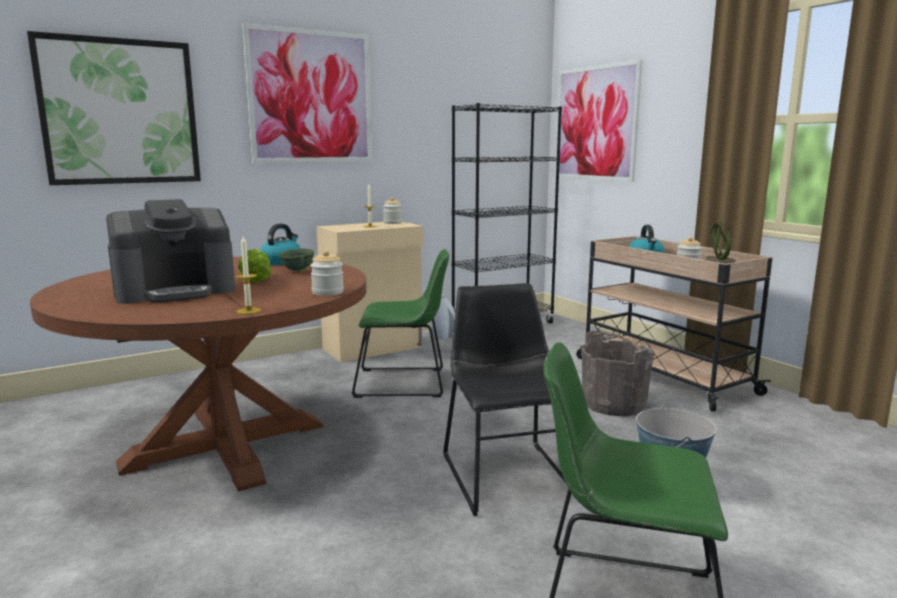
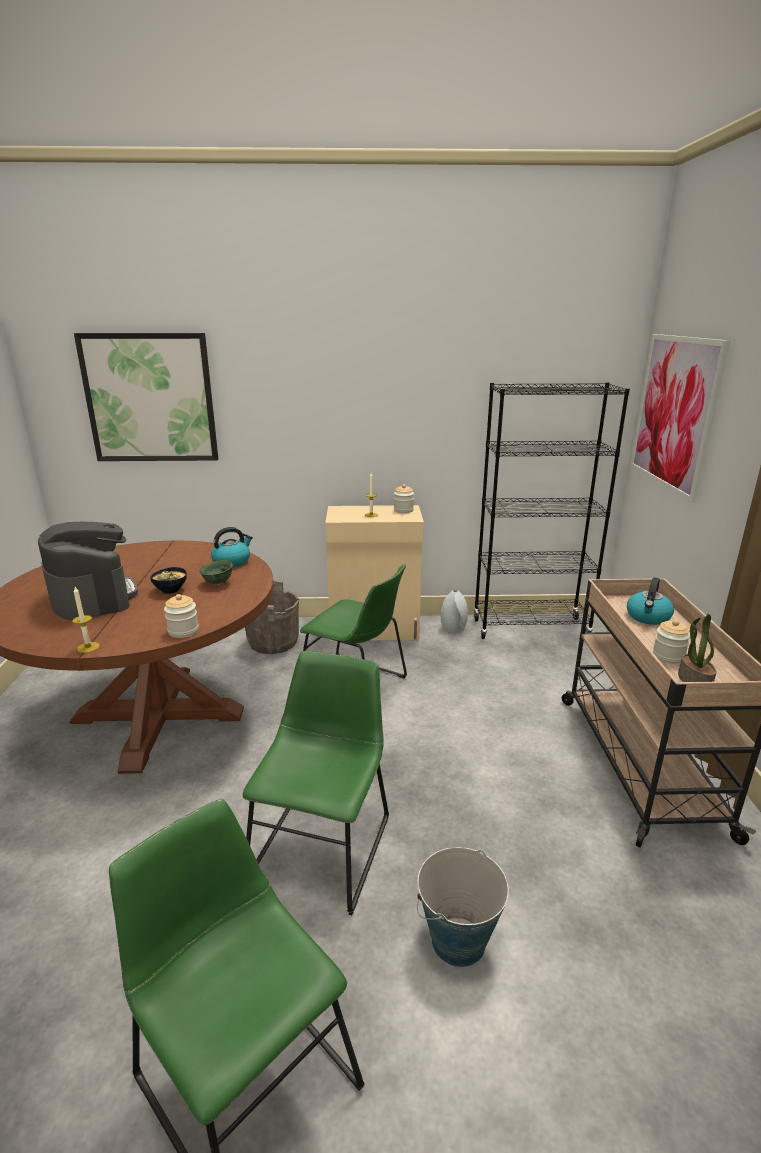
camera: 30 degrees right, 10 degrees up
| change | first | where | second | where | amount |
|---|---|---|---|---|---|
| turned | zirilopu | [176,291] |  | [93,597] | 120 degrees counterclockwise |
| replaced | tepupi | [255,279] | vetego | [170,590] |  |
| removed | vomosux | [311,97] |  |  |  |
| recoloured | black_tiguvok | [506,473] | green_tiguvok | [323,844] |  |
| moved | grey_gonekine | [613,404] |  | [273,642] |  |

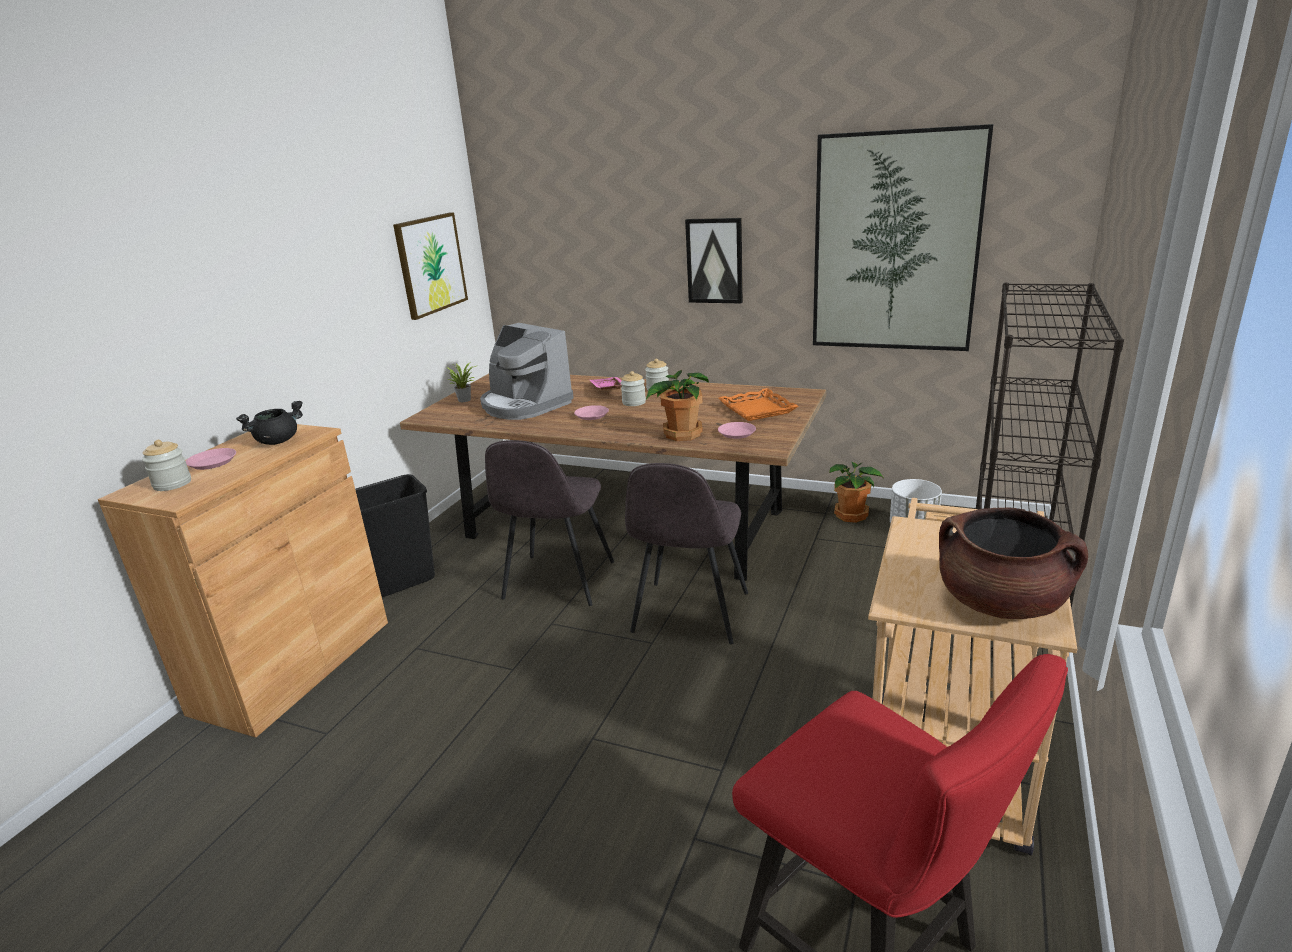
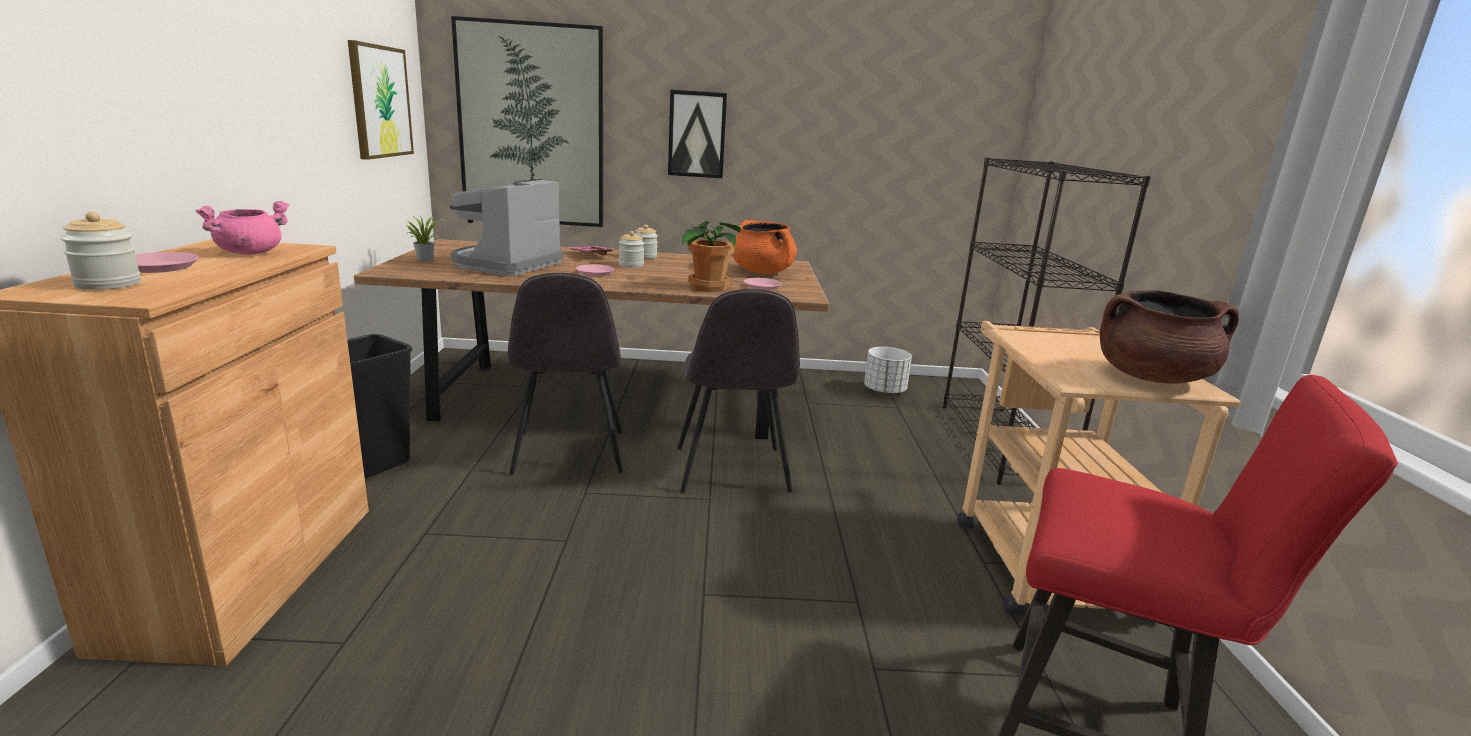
camera: 25 degrees left, 5 degrees down
| change | first | where | second | where | amount |
|---|---|---|---|---|---|
| recoloured | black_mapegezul | [278,441] | pink_mapegezul | [250,253] |  |
| turned | zirilopu | [524,405] |  | [506,264] | 90 degrees clockwise |
| replaced | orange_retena | [758,409] | orange_mapegezul | [762,272] |  |
| moved | vomosux | [895,244] |  | [531,126] |  |
| removed | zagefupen | [852,515] |  |  |  |

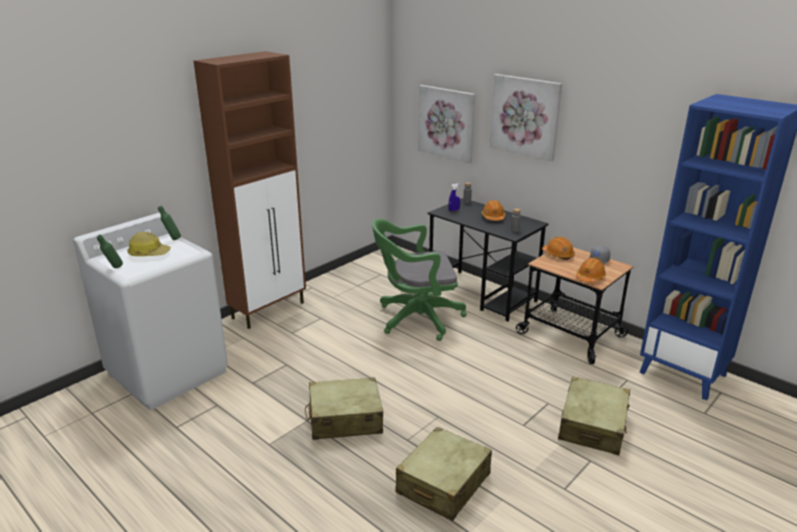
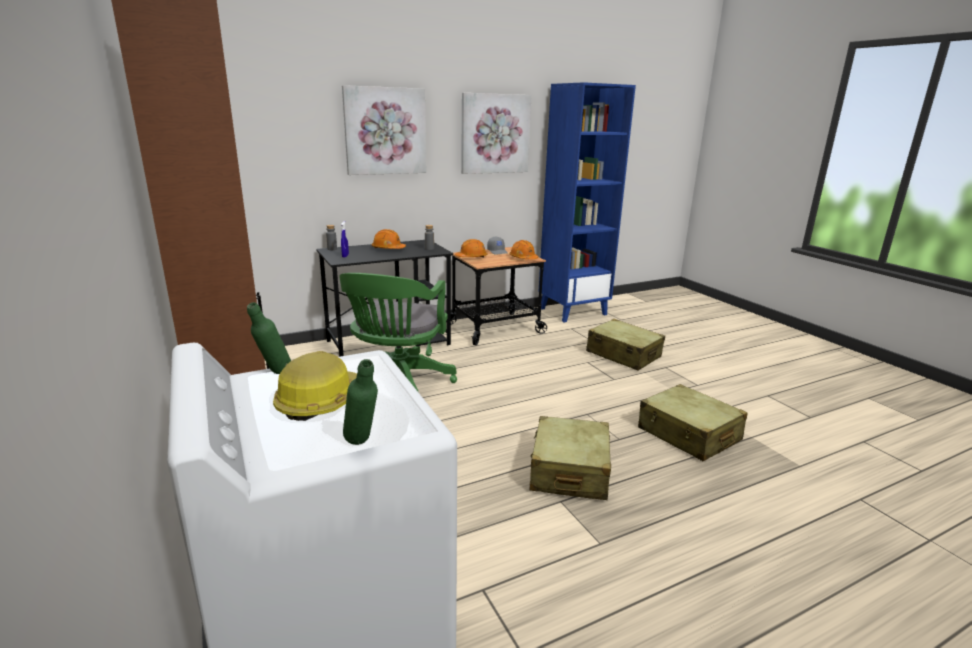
camera: 70 degrees left, 5 degrees down
| change | first | where | second | where | amount |
|---|---|---|---|---|---|
| moved | vomosux | [446,123] |  | [495,134] |  |

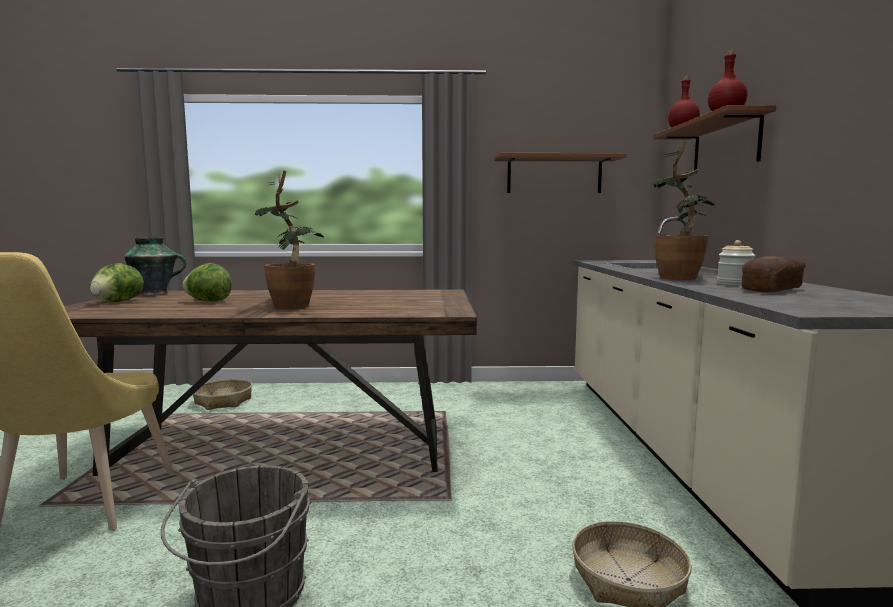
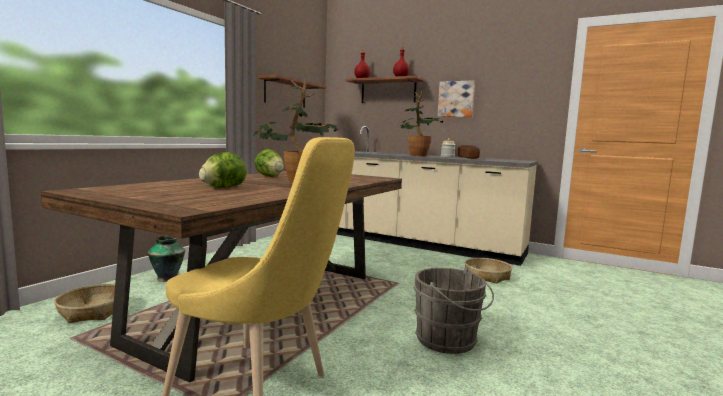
camera: 60 degrees left, 0 degrees up
| change | first | where | second | where | amount |
|---|---|---|---|---|---|
| moved | tepupi | [117,302] |  | [269,176] |  |
| moved | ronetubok | [155,293] |  | [168,278] |  |
| added |  |  | vomosux | [456,99] |  |

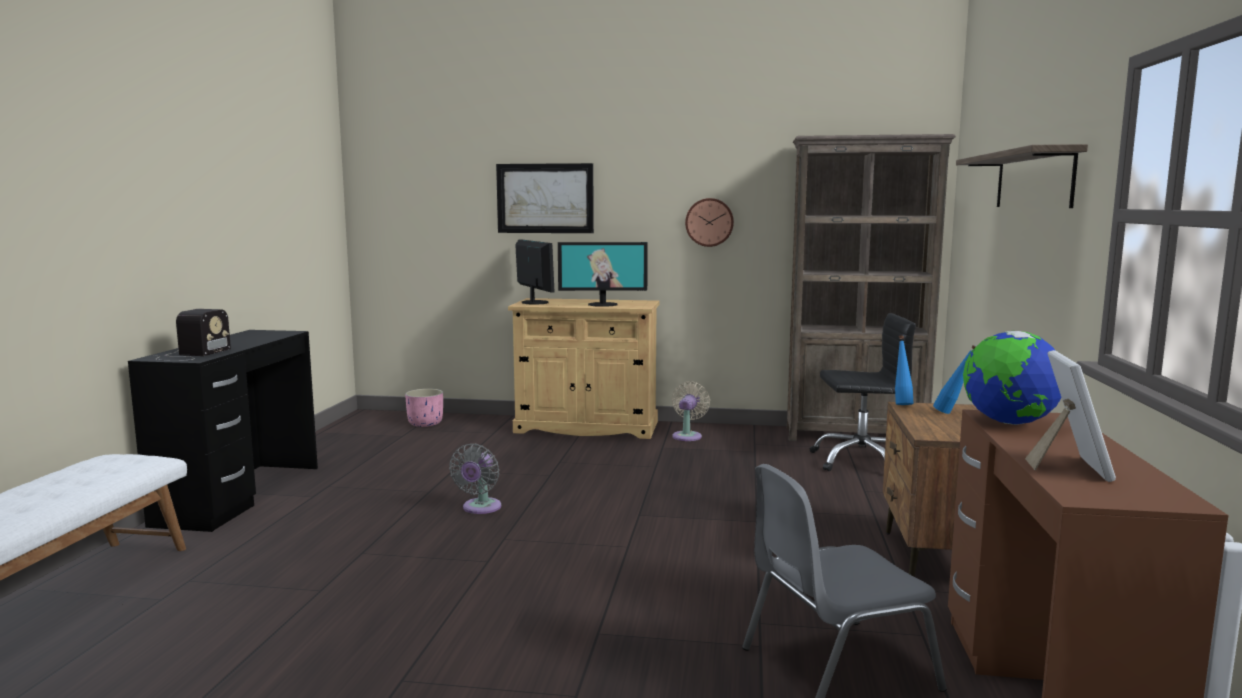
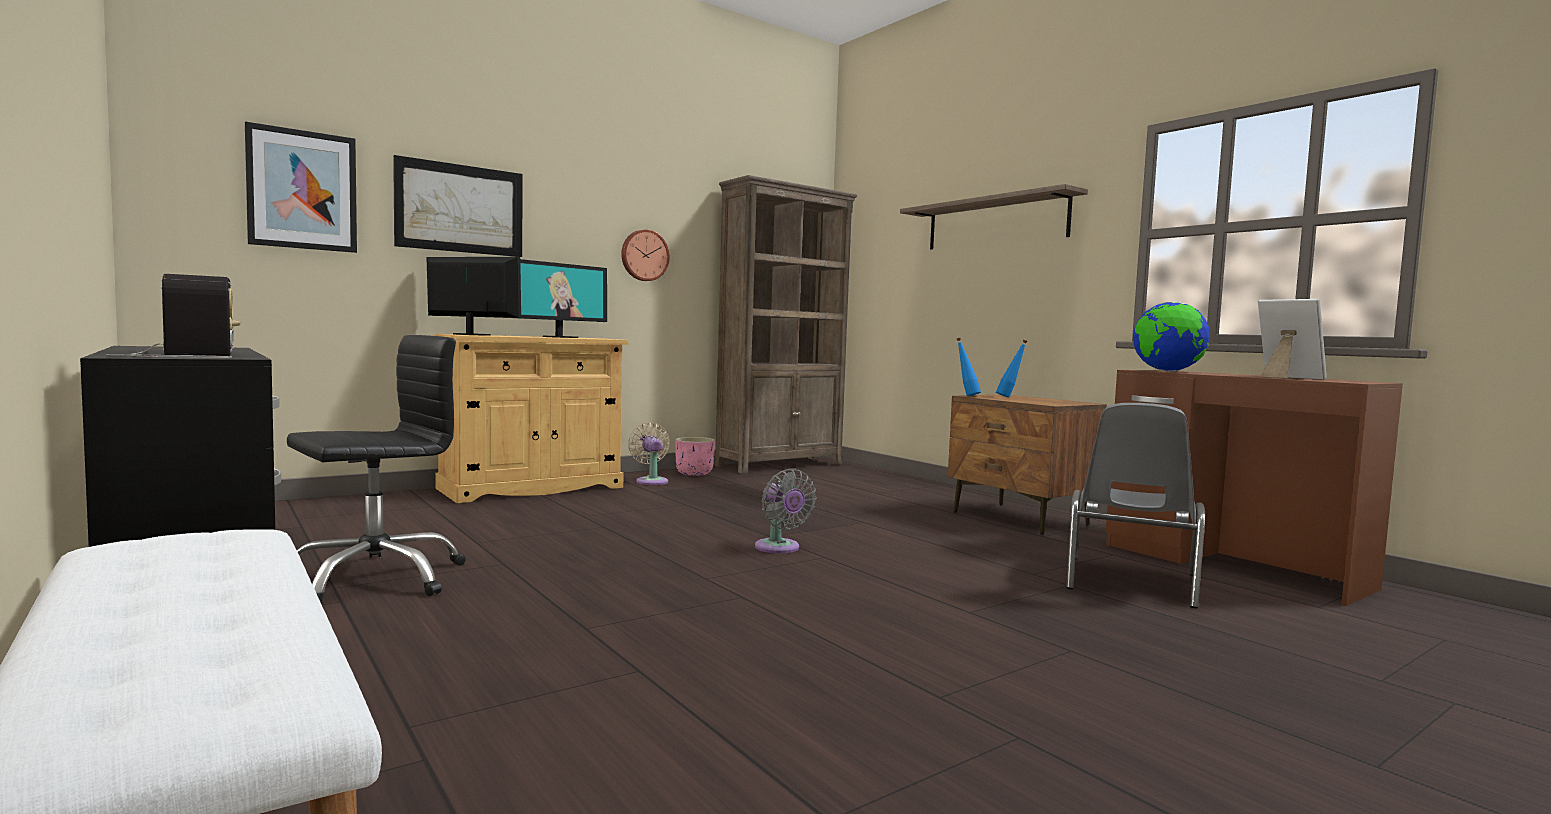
camera: 45 degrees left, 5 degrees down
| change | first | where | second | where | amount |
|---|---|---|---|---|---|
| moved | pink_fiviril | [426,424] |  | [695,473] |  |
| moved | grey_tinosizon | [480,508] |  | [779,548] |  |
| moved | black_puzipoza | [861,461] |  | [375,579] |  |
| added |  |  | vomosux | [302,190] |  |

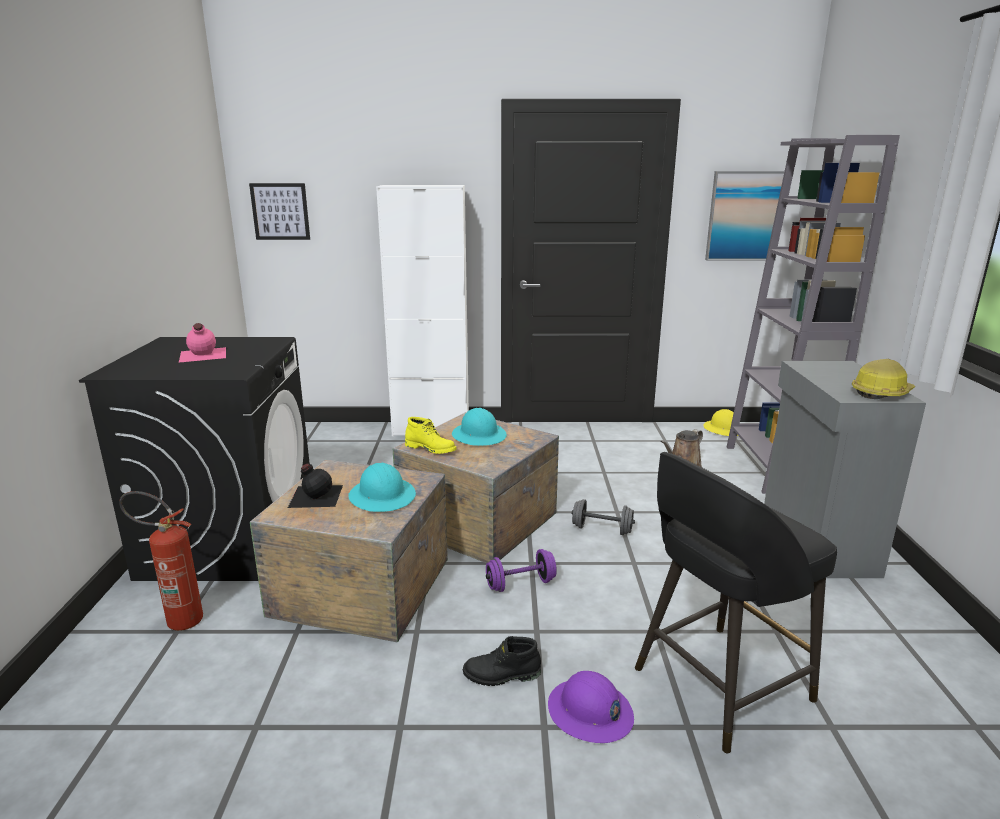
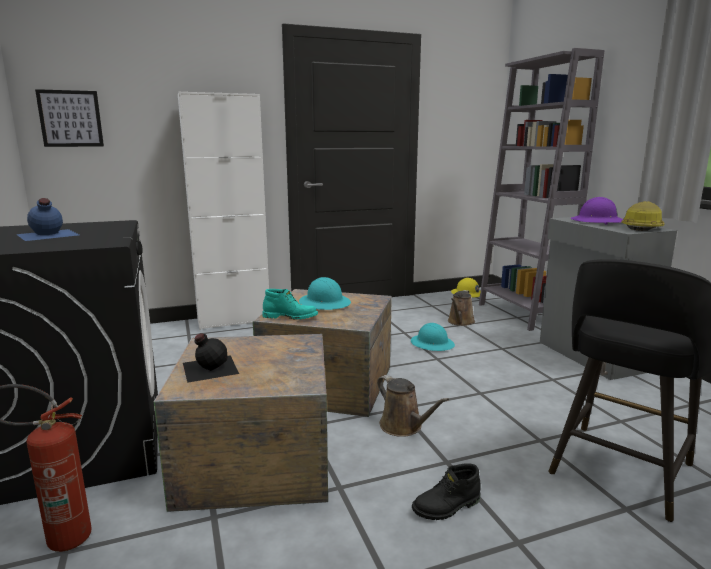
camera: 20 degrees left, 5 degrees down
| change | first | where | second | where | amount |
|---|---|---|---|---|---|
| recoloured | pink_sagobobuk | [202,354] | blue_sagobobuk | [47,235] |  |
| moved | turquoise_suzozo | [382,496] |  | [432,344] |  |
| recoloured | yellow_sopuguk | [431,449] | turquoise_sopuguk | [290,317] |  |
| replaced | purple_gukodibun | [520,584] | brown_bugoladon | [403,427] |  |
| moved | purple_suzozo | [590,713] |  | [597,221] |  |
| removed | grey_gukodibun | [602,529] |  |  |  |
| removed | vomosux | [744,216] |  |  |  |

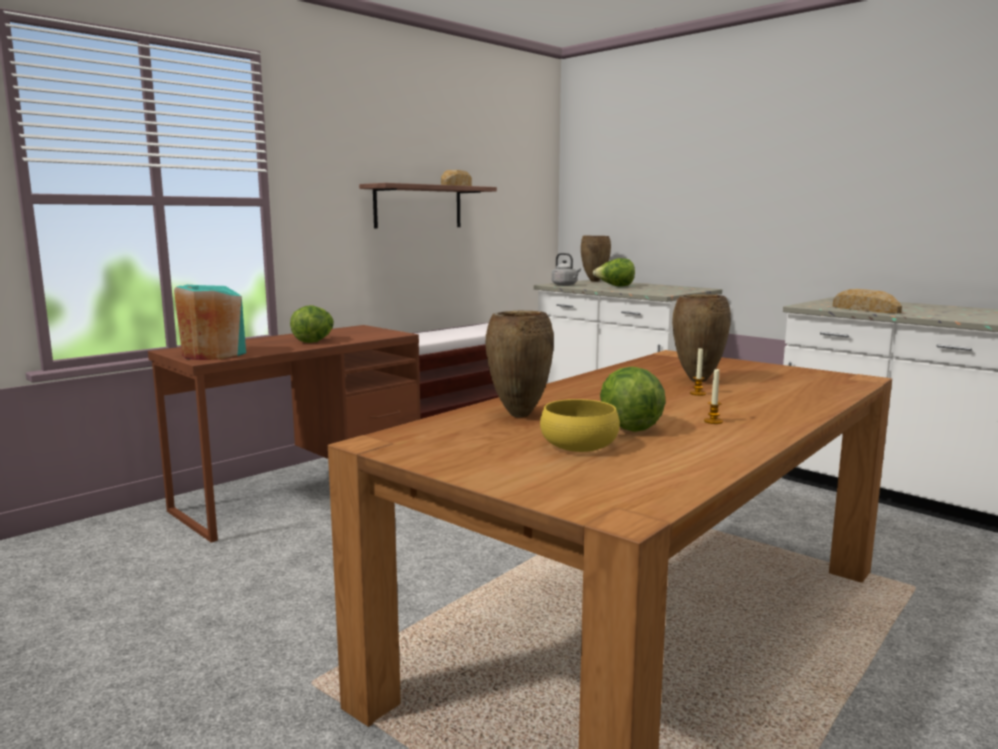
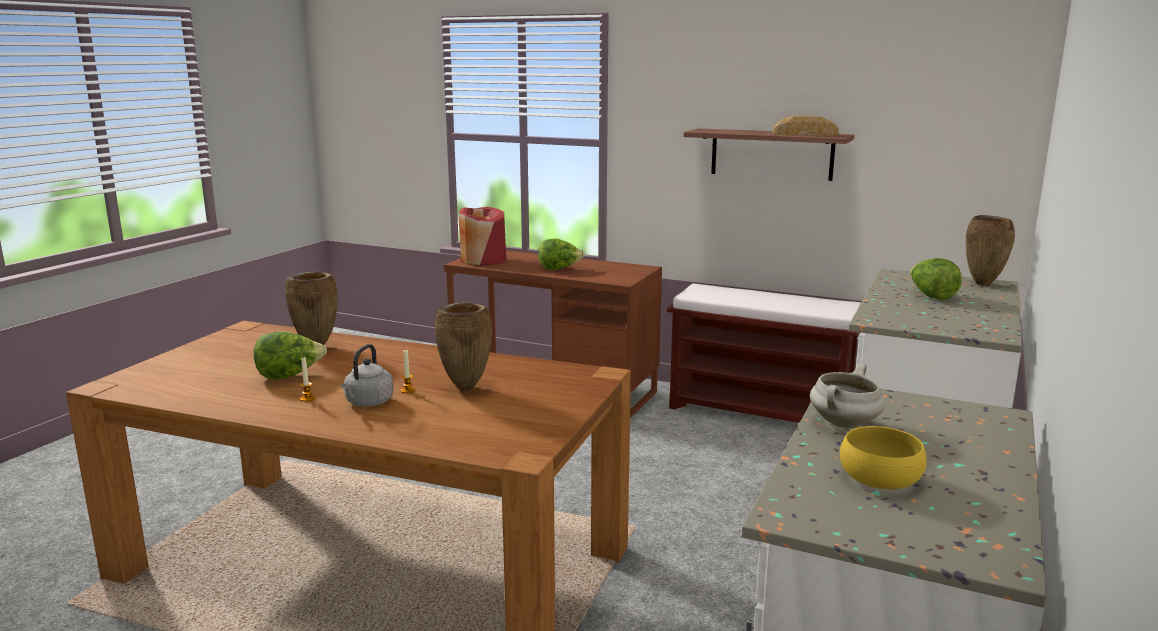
camera: 70 degrees right, 5 degrees up
| change | first | where | second | where | amount |
|---|---|---|---|---|---|
| recoloured | turquoise_ronetubok | [213,354] | red_ronetubok | [482,260] |  |
| moved | yellow_vetego | [578,445] |  | [879,478] |  |
| moved | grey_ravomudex | [565,285] |  | [368,403] |  |
| replaced | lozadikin | [865,309] | white_mapegezul | [844,424] |  |

